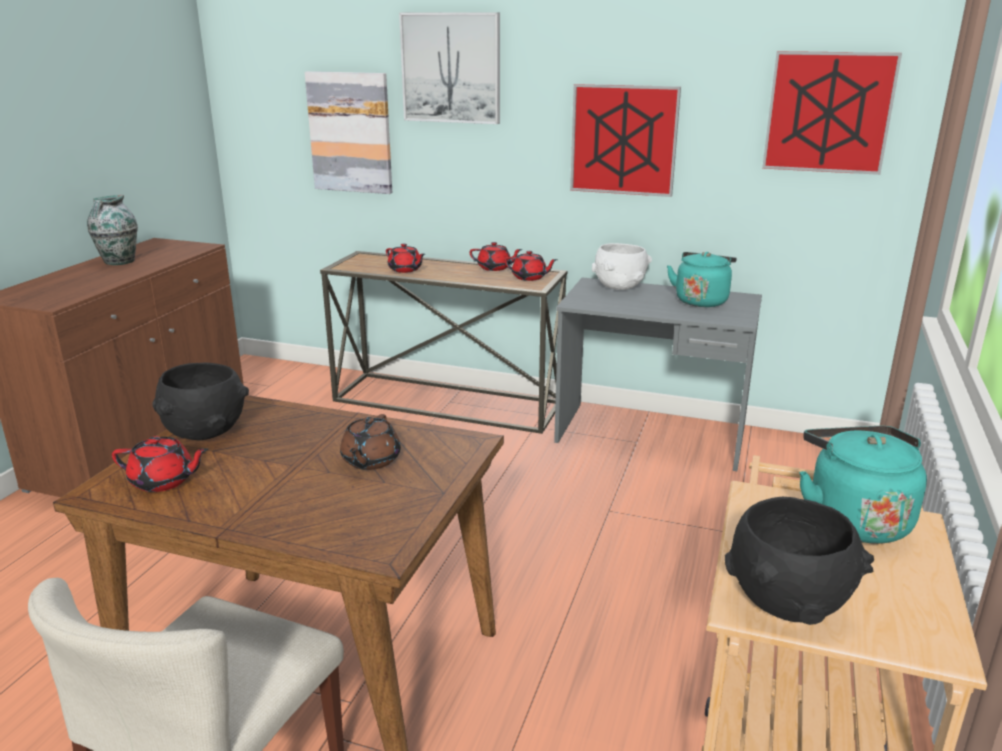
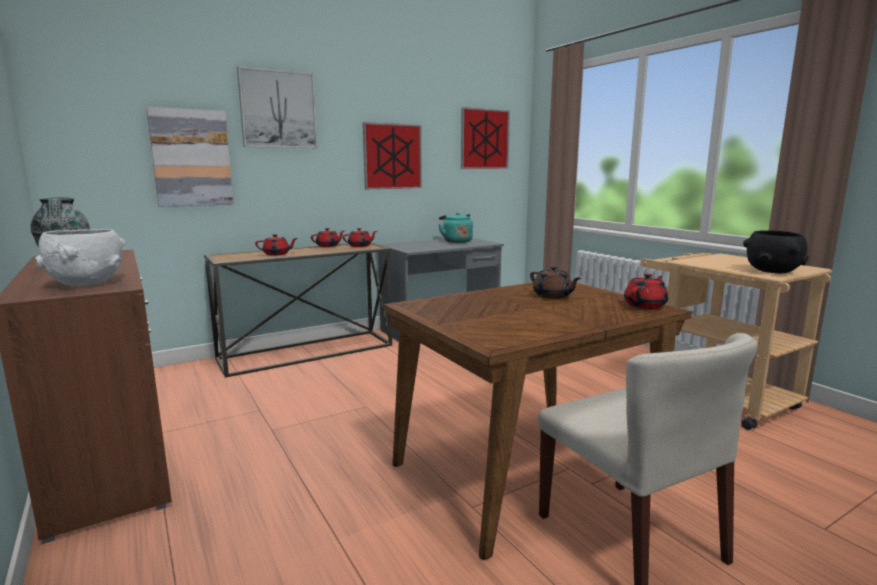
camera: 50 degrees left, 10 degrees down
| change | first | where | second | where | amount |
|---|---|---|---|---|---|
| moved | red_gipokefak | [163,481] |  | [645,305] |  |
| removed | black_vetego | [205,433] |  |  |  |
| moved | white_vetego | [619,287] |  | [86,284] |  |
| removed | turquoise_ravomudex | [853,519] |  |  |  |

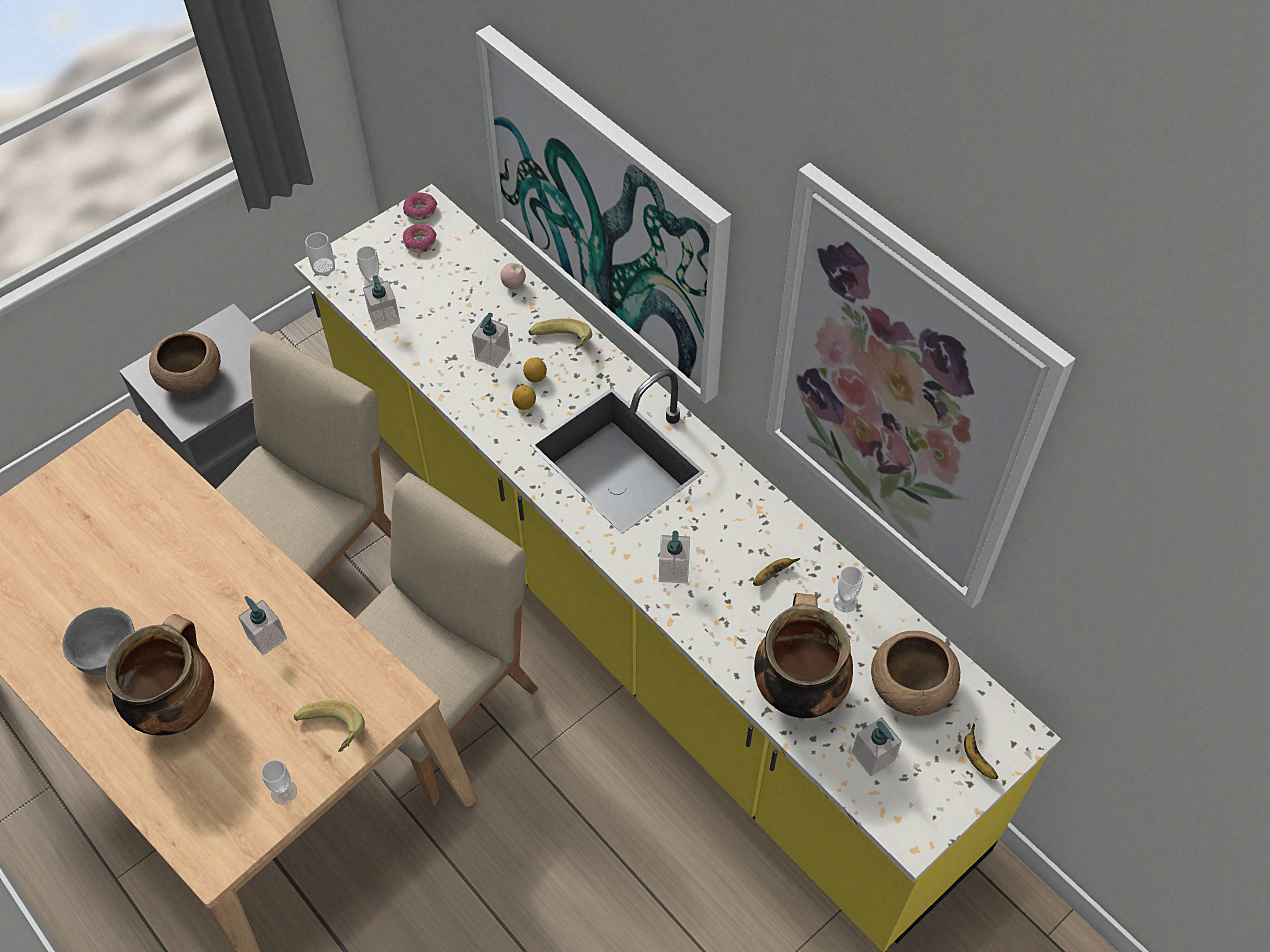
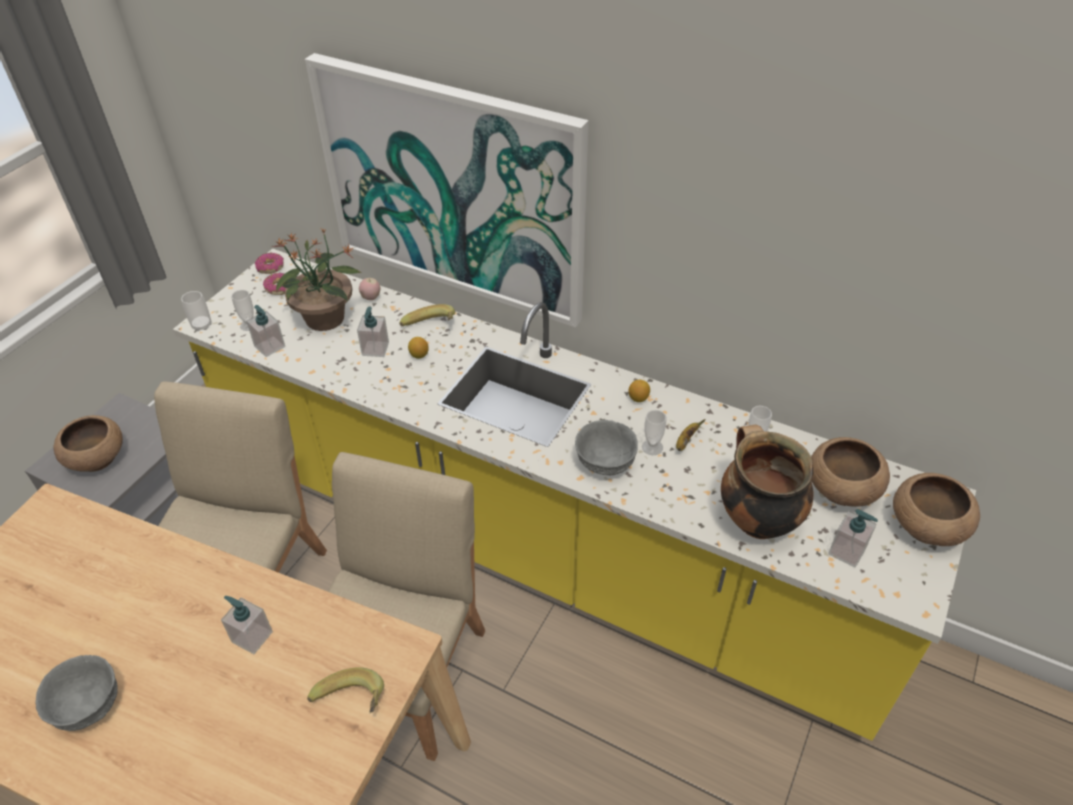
camera: 20 degrees left, 10 degrees down
| change | first | where | second | where | amount |
|---|---|---|---|---|---|
| removed | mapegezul | [177,706] |  |  |  |
| moved | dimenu | [284,792] |  | [652,447] |  |
| moved | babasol | [524,404] |  | [638,398] |  |
| replaced | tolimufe | [673,570] | grey_vetego | [605,461] |  |
| removed | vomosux | [902,396] |  |  |  |
| replaced | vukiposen | [976,759] | brown_vetego | [926,526] |  |
| added |  |  | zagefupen | [325,319] |  |

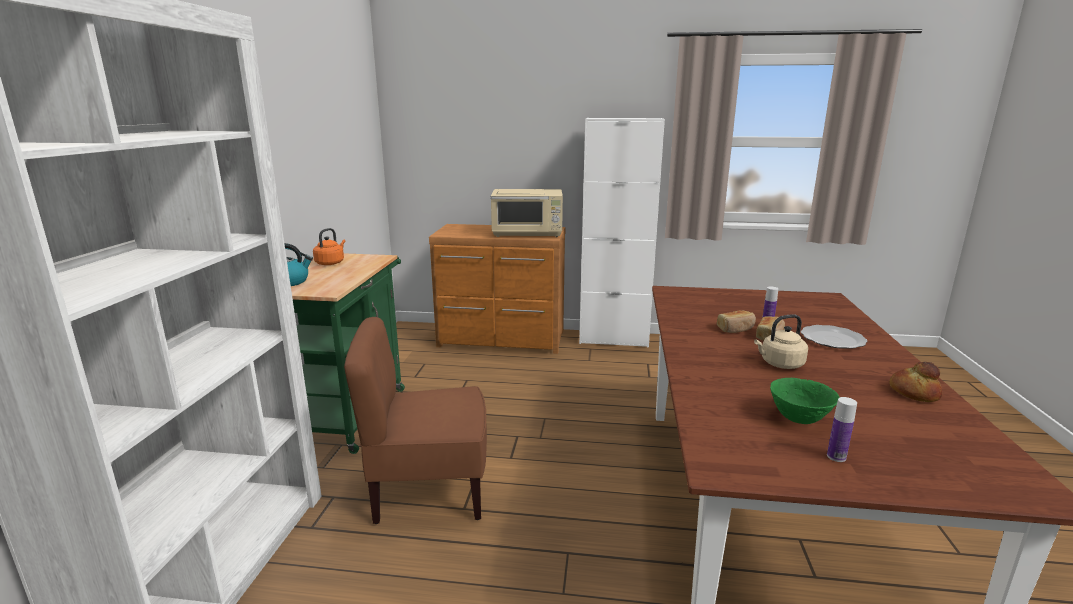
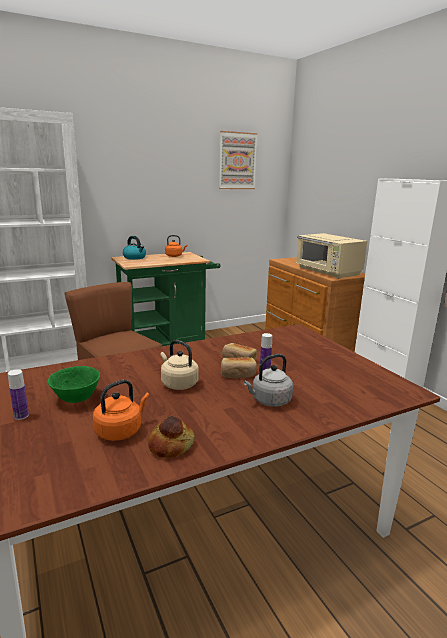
camera: 55 degrees right, 0 degrees up
| change | first | where | second | where | amount |
|---|---|---|---|---|---|
| replaced | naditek | [833,340] | grey_ravomudex | [269,401] |  |
| added |  |  | orange_ravomudex | [120,431] |  |
| added |  |  | vomosux | [237,161] |  |

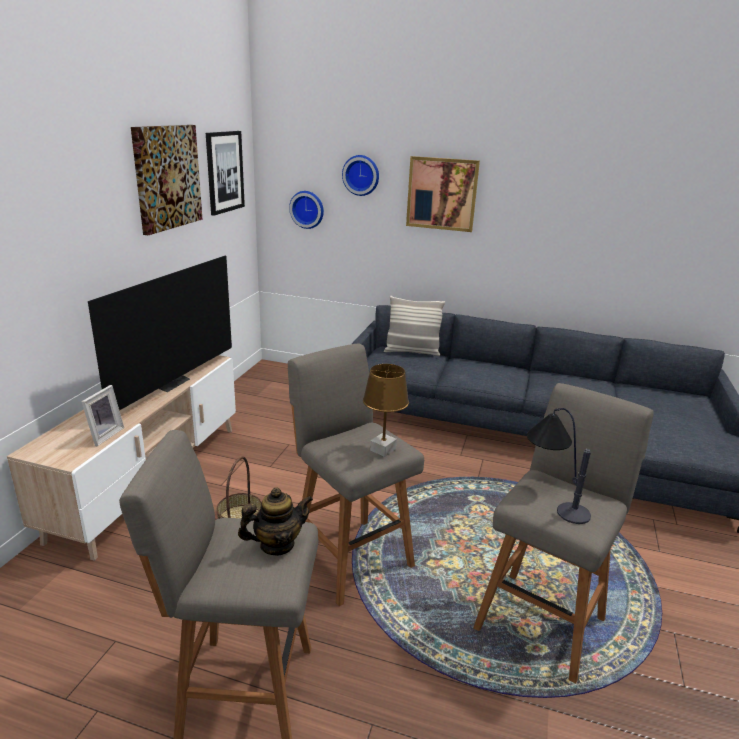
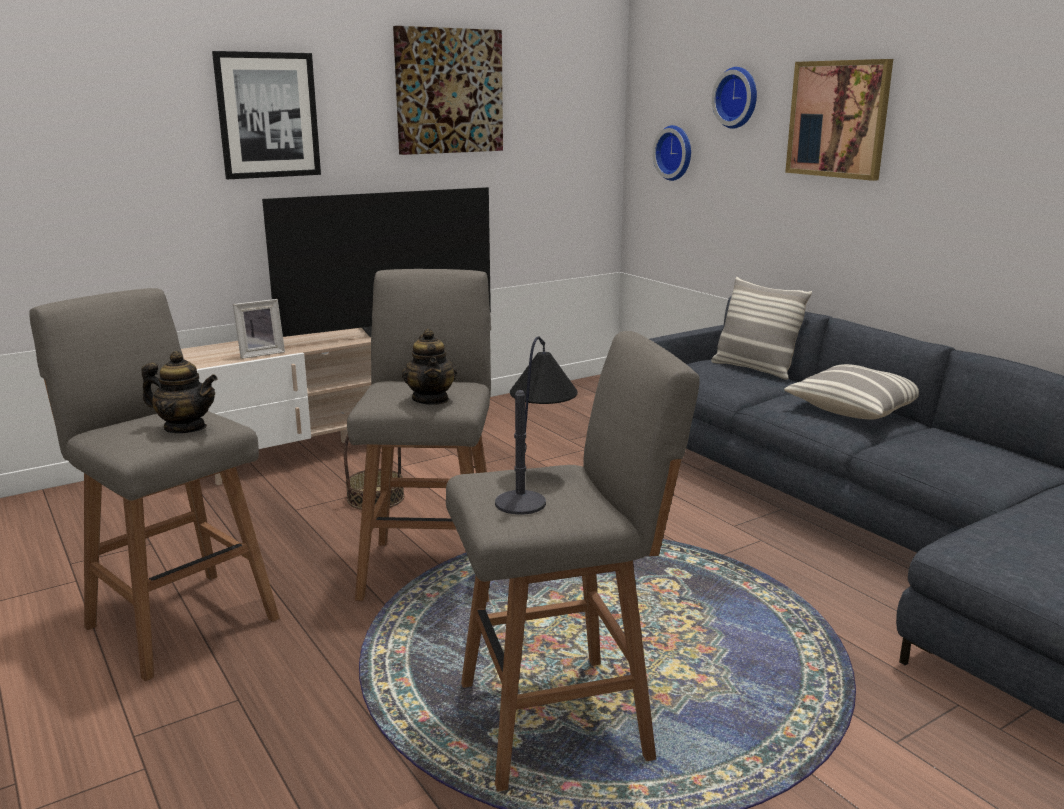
camera: 40 degrees right, 5 degrees down
| change | first | where | second | where | amount |
|---|---|---|---|---|---|
| moved | vomosux | [224,172] |  | [268,115] |  |
| replaced | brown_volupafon | [383,449] | gipokefak | [431,399] |  |
| added |  |  | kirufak | [855,409] |  |

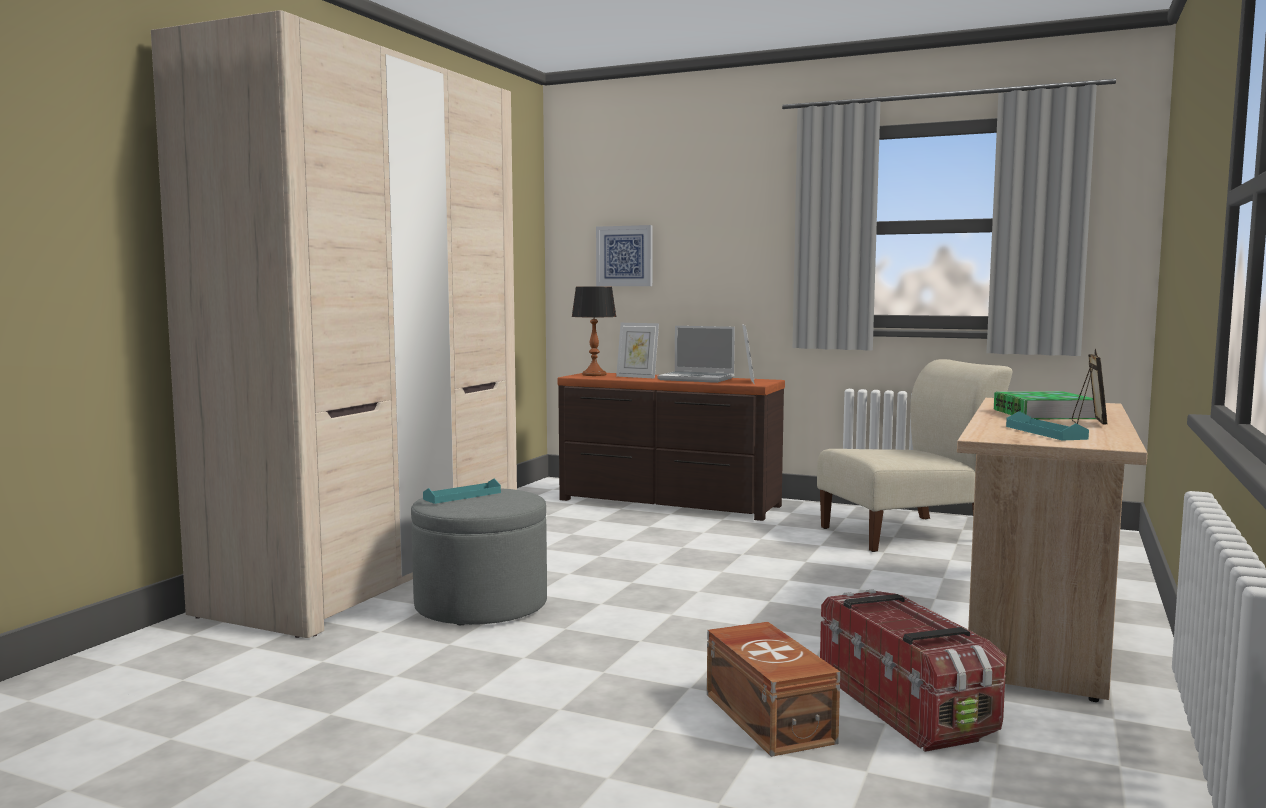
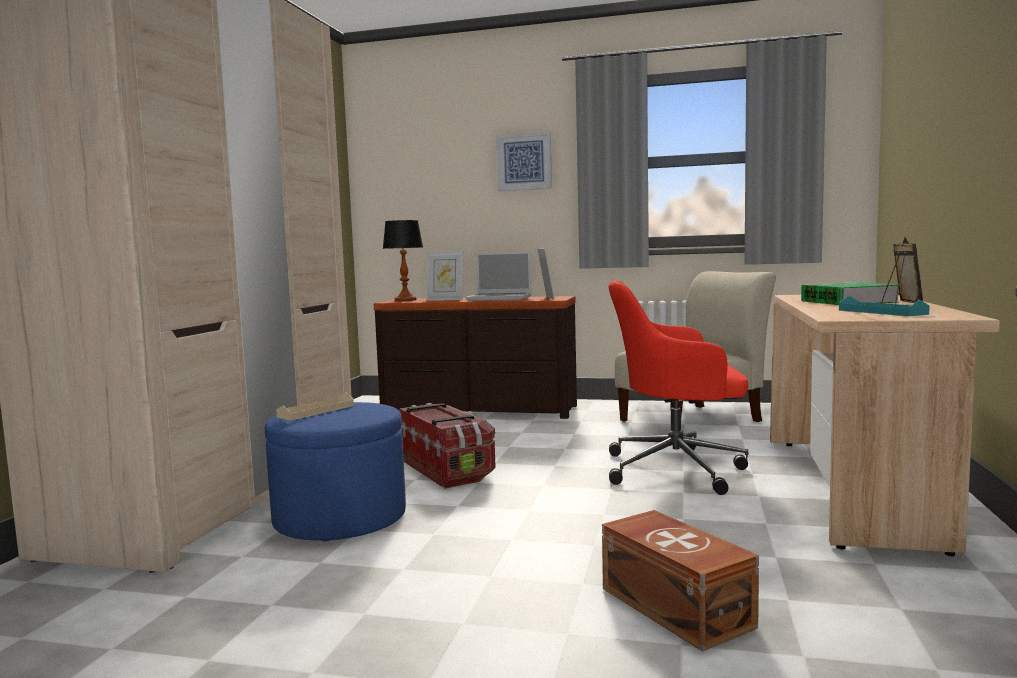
camera: 10 degrees left, 0 degrees up
| change | first | where | second | where | amount |
|---|---|---|---|---|---|
| recoloured | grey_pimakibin | [481,605] | blue_pimakibin | [340,518] |  |
| recoloured | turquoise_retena | [462,496] | beige_retena | [316,411] |  |
| moved | vomosux | [624,256] |  | [524,162] |  |
| moved | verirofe | [906,705] |  | [445,469] |  |
| added |  |  | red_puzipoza | [678,469] |  |

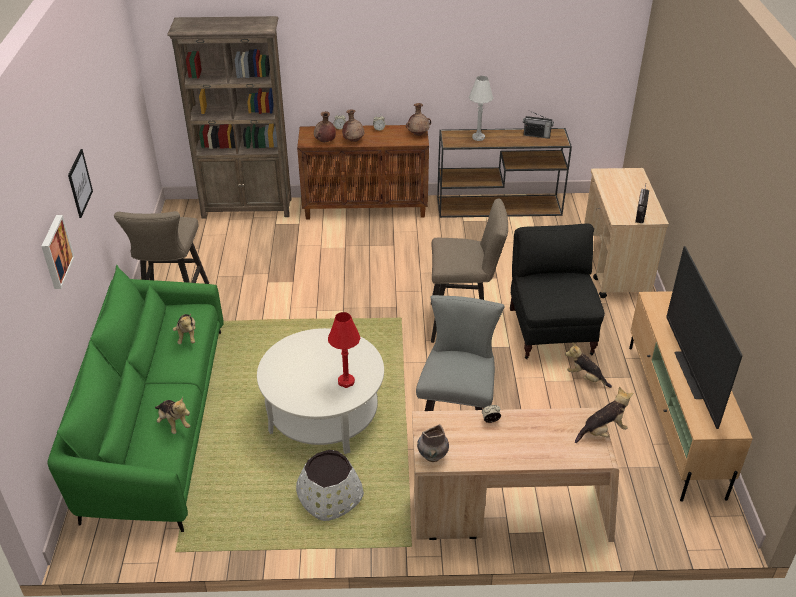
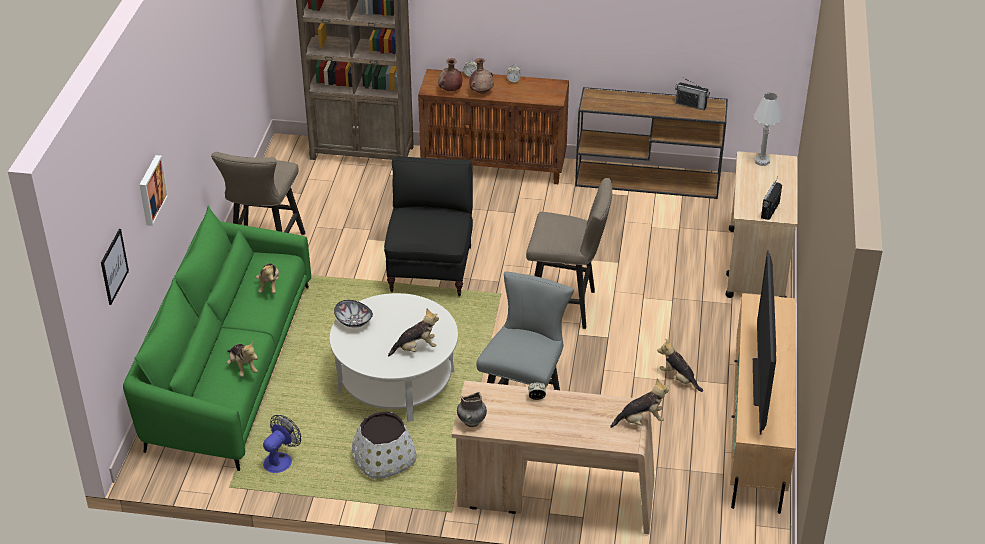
camera: 10 degrees right, 0 degrees up
| change | first | where | second | where | amount |
|---|---|---|---|---|---|
| moved | vomosux | [80,183] |  | [114,266] |  |
| replaced | red_volupafon | [346,381] | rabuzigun | [416,348] |  |
| removed | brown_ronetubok | [418,134] |  |  |  |
| moved | white_volupafon | [478,137] |  | [762,161] |  |
| moved | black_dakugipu | [550,330] |  | [431,267] |  |
| added |  |  | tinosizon | [281,459] |  |
| added |  |  | vetego | [353,322] |  |

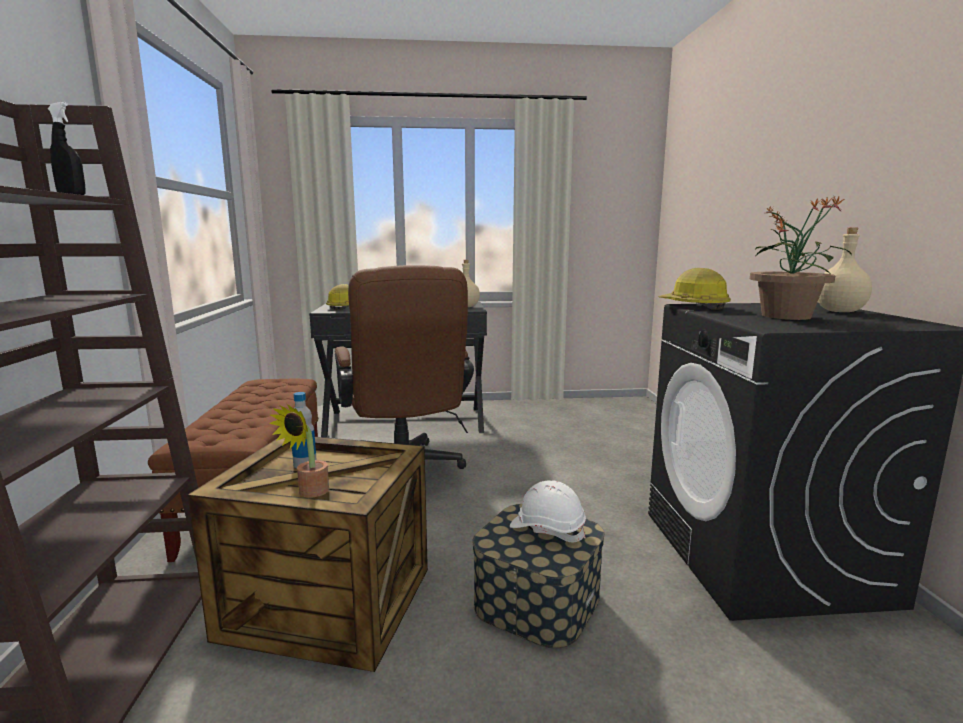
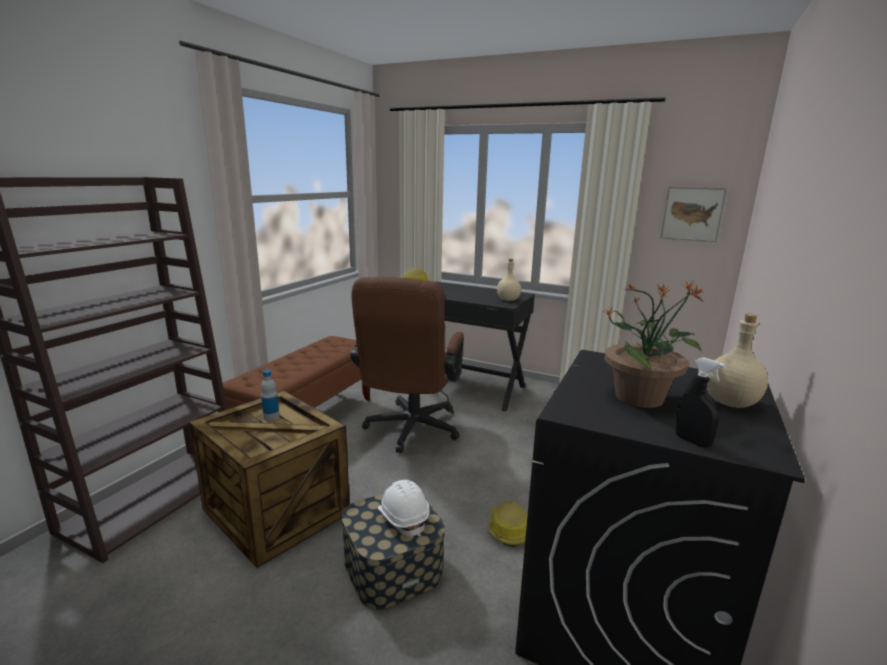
camera: 30 degrees right, 5 degrees up
| change | first | where | second | where | amount |
|---|---|---|---|---|---|
| moved | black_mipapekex | [72,196] |  | [692,441] |  |
| removed | zagefupen | [309,493] |  |  |  |
| moved | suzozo | [694,306] |  | [508,529] |  |
| added |  |  | vomosux | [692,214] |  |

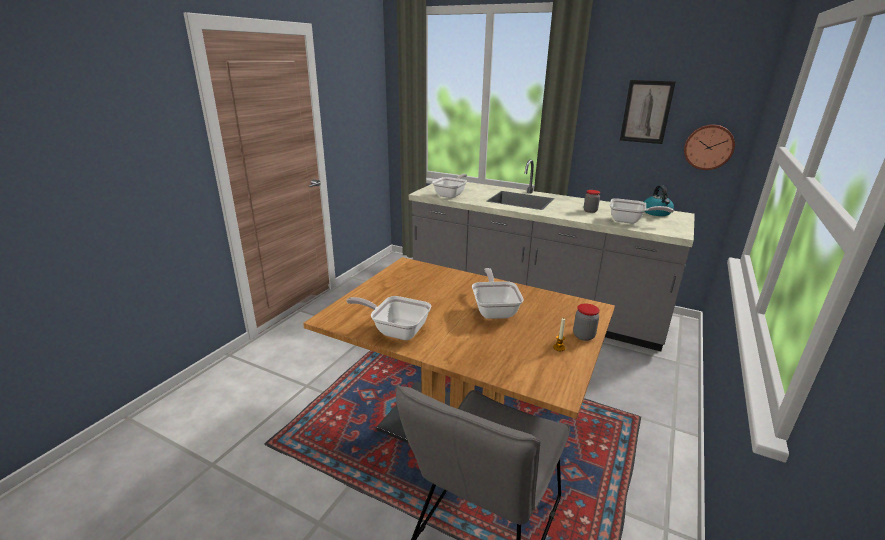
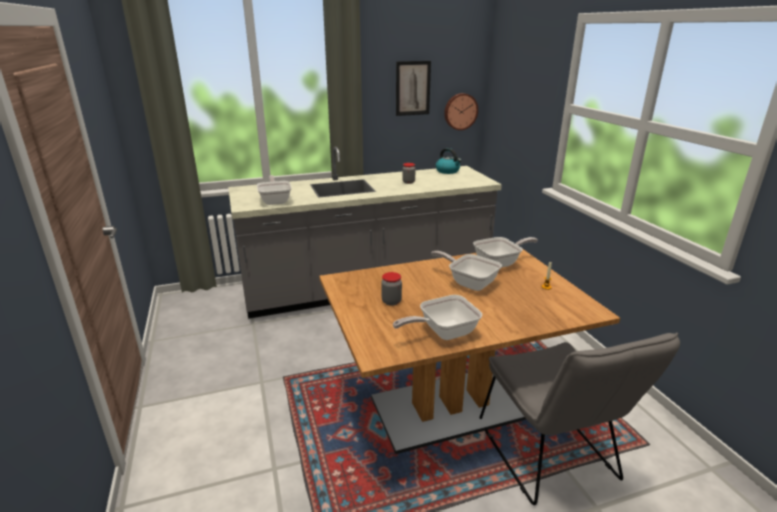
camera: 45 degrees left, 0 degrees up
| change | first | where | second | where | amount |
|---|---|---|---|---|---|
| moved | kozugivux | [583,336] |  | [391,301] |  |
| moved | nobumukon | [629,221] |  | [500,263] |  |

